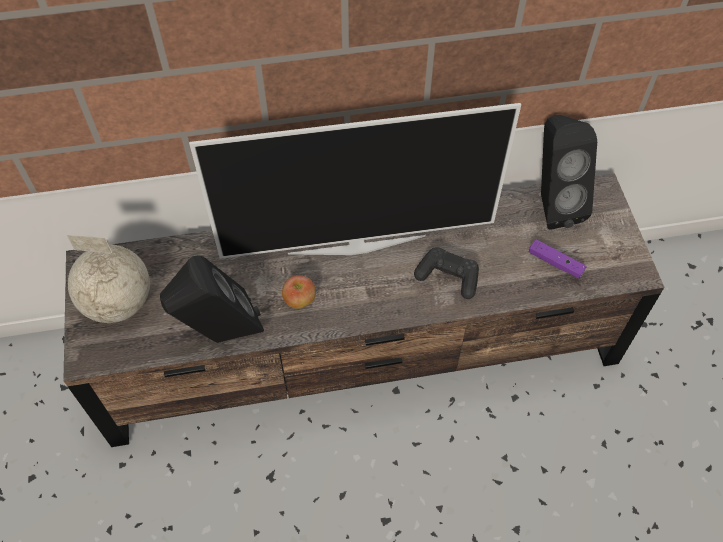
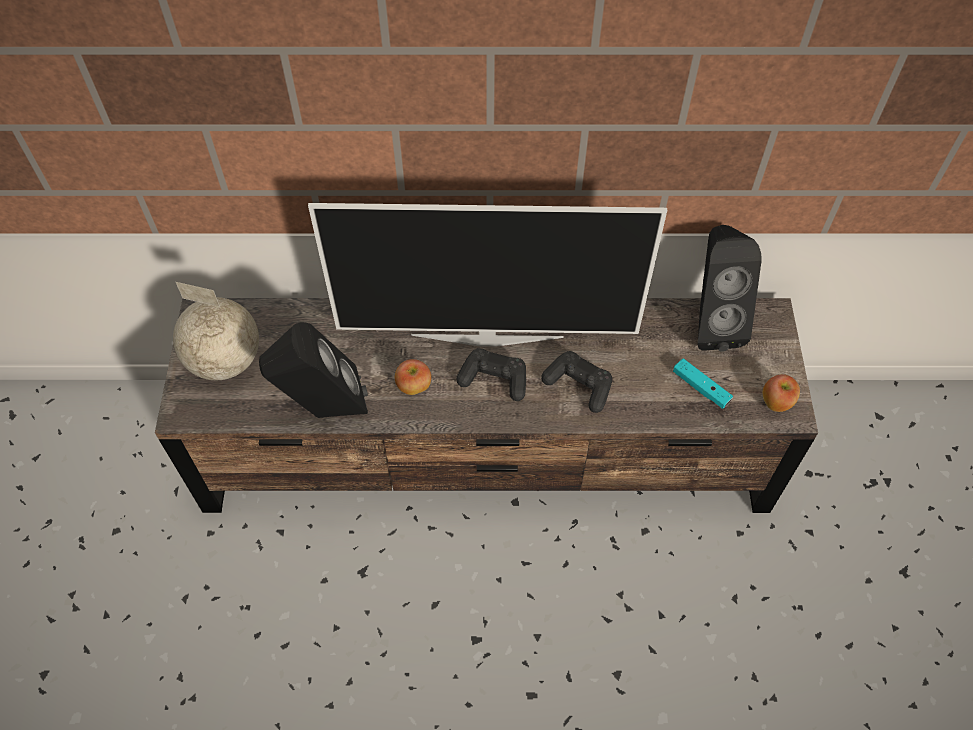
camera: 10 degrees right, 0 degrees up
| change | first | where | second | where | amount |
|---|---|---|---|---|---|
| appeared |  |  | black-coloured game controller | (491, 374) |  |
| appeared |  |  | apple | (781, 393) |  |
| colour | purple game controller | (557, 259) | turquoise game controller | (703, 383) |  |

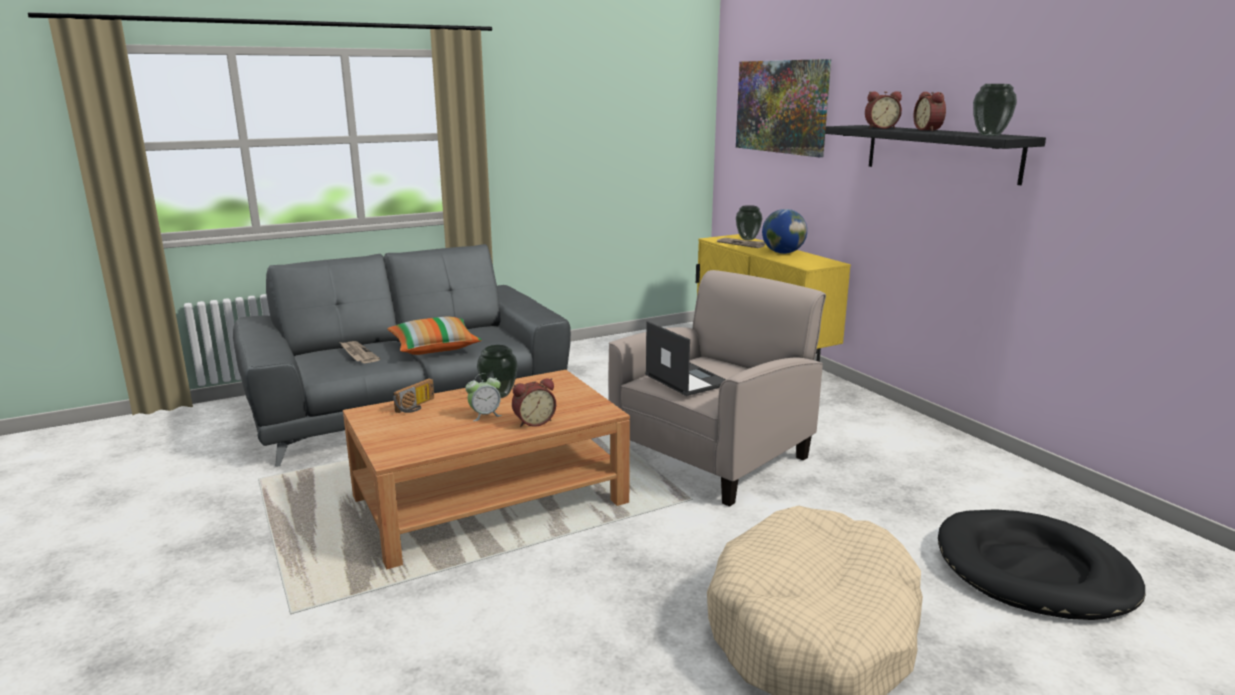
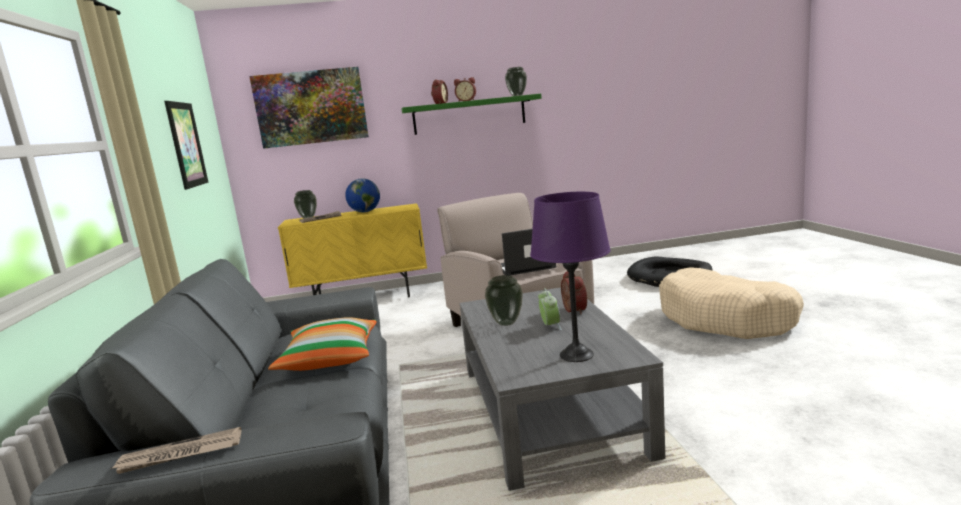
camera: 70 degrees left, 5 degrees down
| change | first | where | second | where | amount |
|---|---|---|---|---|---|
| missing | radio | (413, 395) |  |  |  |
| appeared |  |  | wall art | (186, 145) |  |
| appeared |  |  | purple tabletop lamp | (570, 277) |  |
| relocated | daily paper | (360, 352) |  | (175, 450) |  |
| colour | brown coffee table | (486, 469) | grey coffee table | (562, 389) |  |
| colour | black-coloured bracket shelf | (935, 155) | green-coloured bracket shelf | (471, 114) |  |

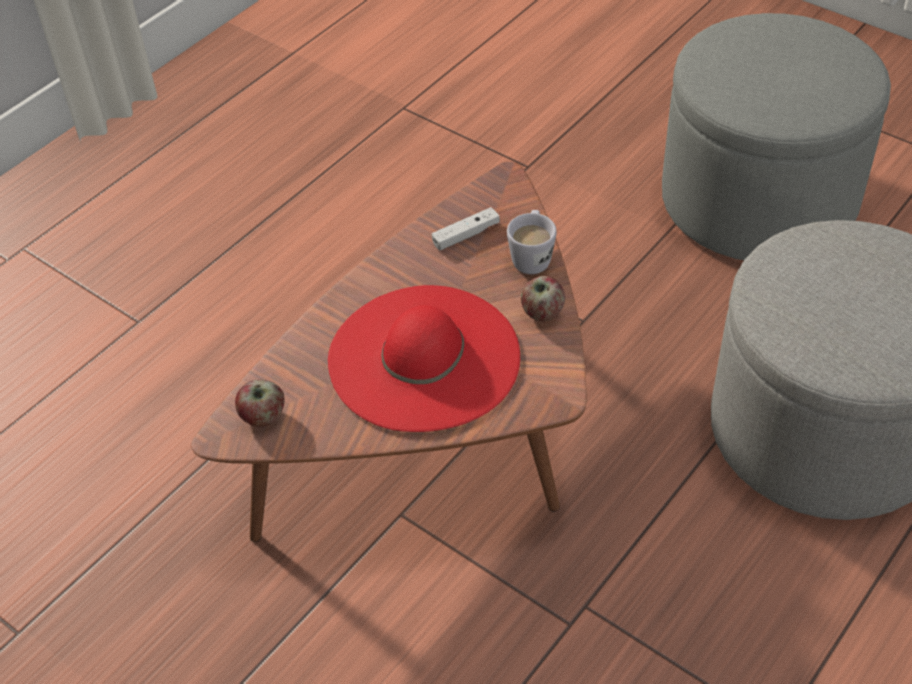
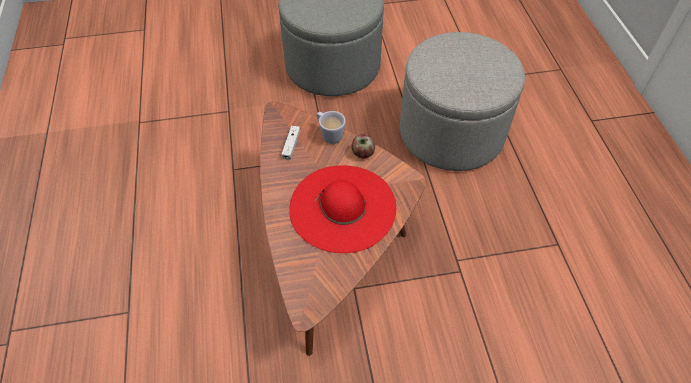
camera: 50 degrees left, 5 degrees up
| change | first | where | second | where | amount |
|---|---|---|---|---|---|
| missing | apple | (260, 403) |  |  |  |

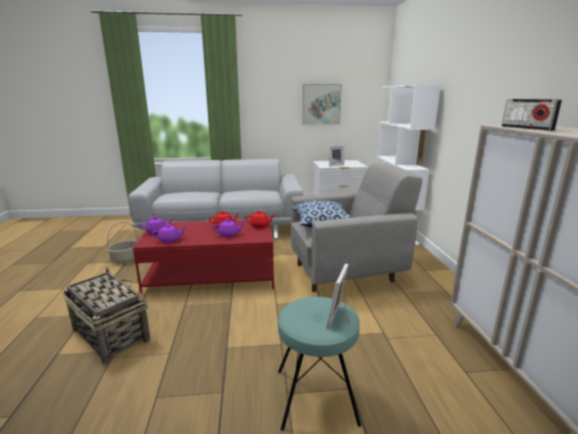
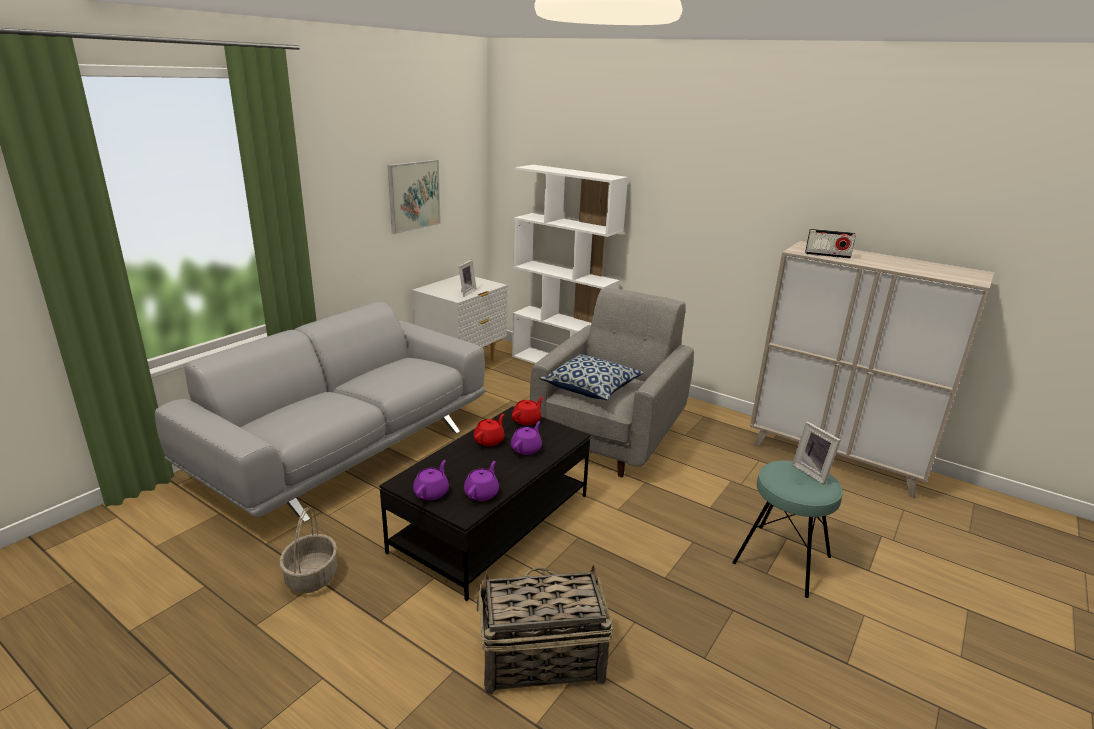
camera: 50 degrees left, 5 degrees up
| change | first | where | second | where | amount |
|---|---|---|---|---|---|
| colour | red coffee table | (203, 257) | black-coloured coffee table | (485, 503) |  |

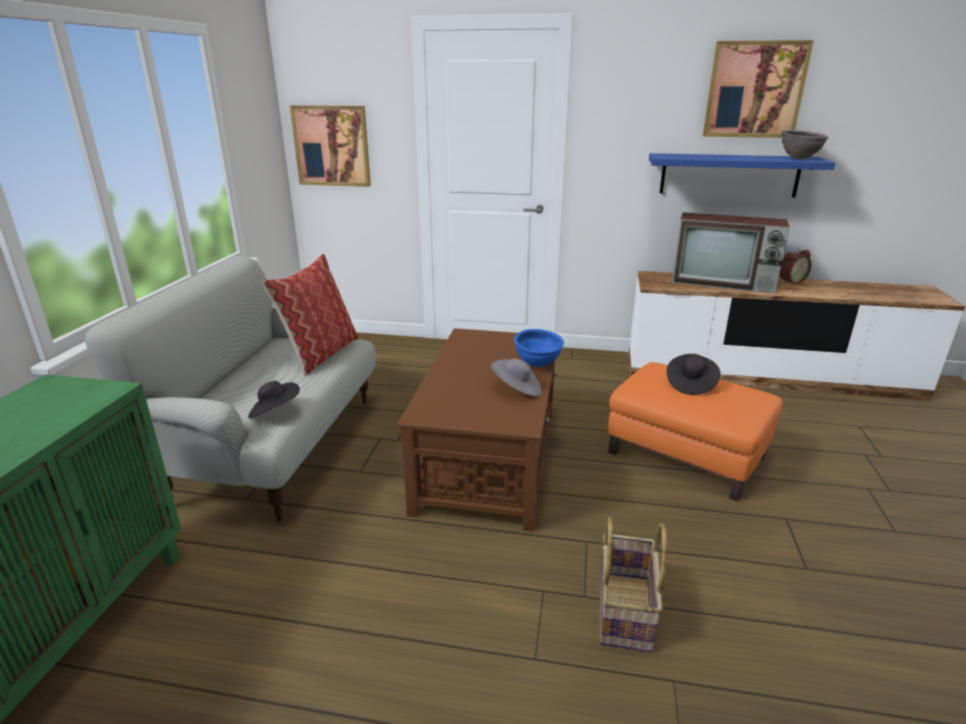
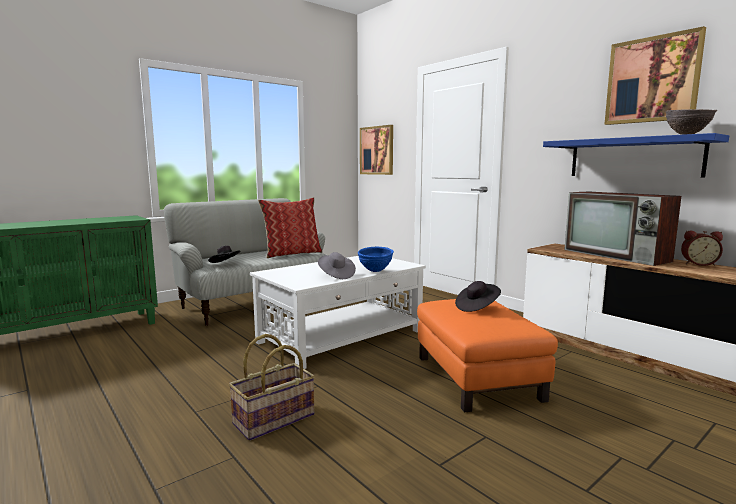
camera: 40 degrees right, 15 degrees down
| change | first | where | second | where | amount |
|---|---|---|---|---|---|
| colour | brown coffee table | (477, 430) | white-coloured coffee table | (338, 312) |  |

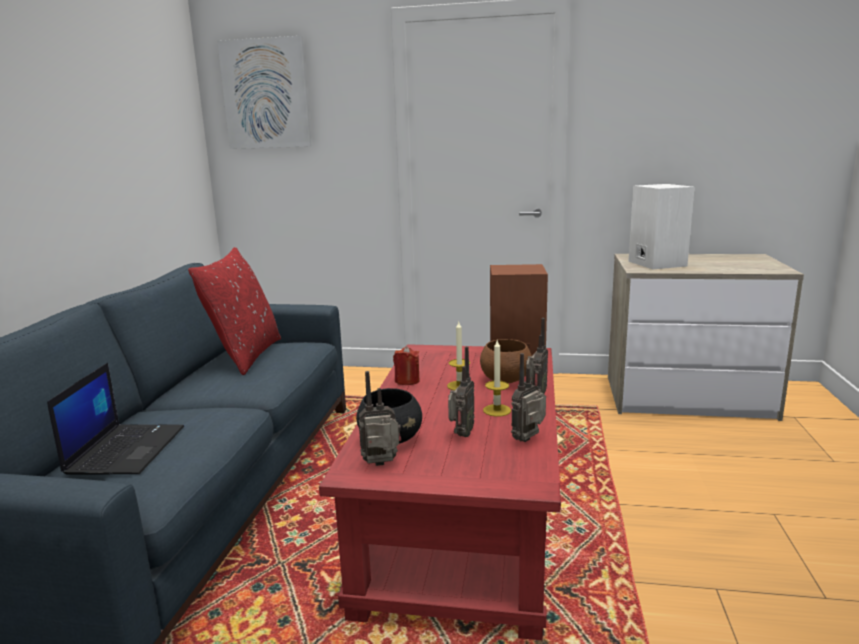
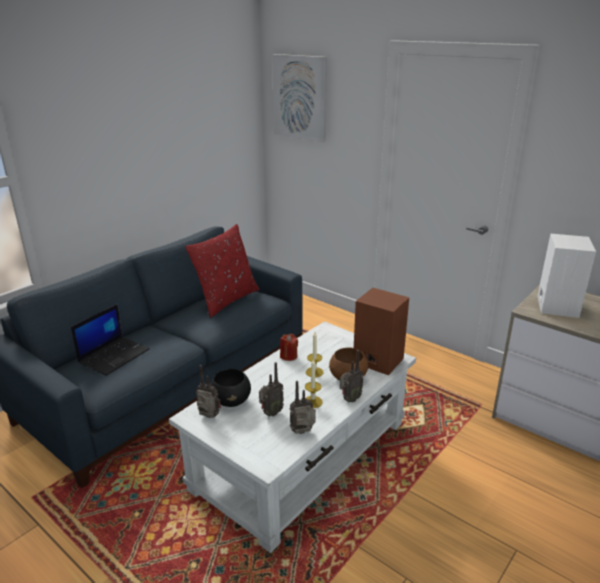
camera: 30 degrees right, 10 degrees up
| change | first | where | second | where | amount |
|---|---|---|---|---|---|
| colour | red coffee table | (440, 492) | white-coloured coffee table | (292, 437) |  |

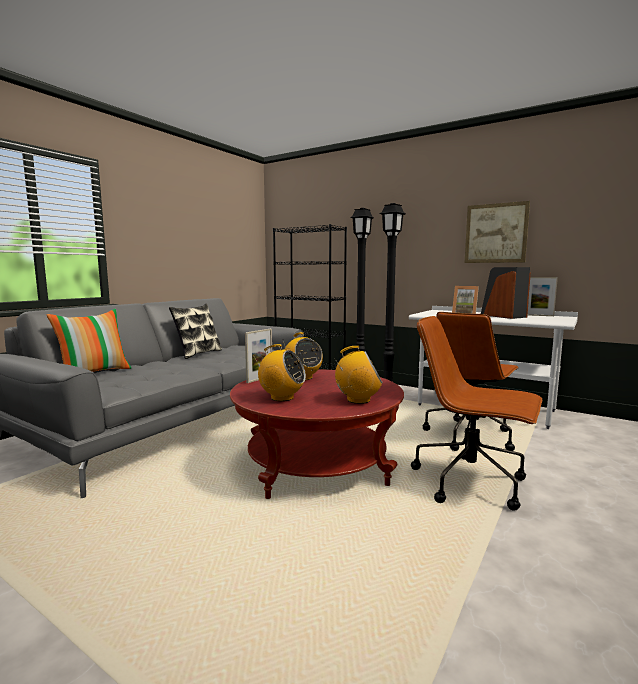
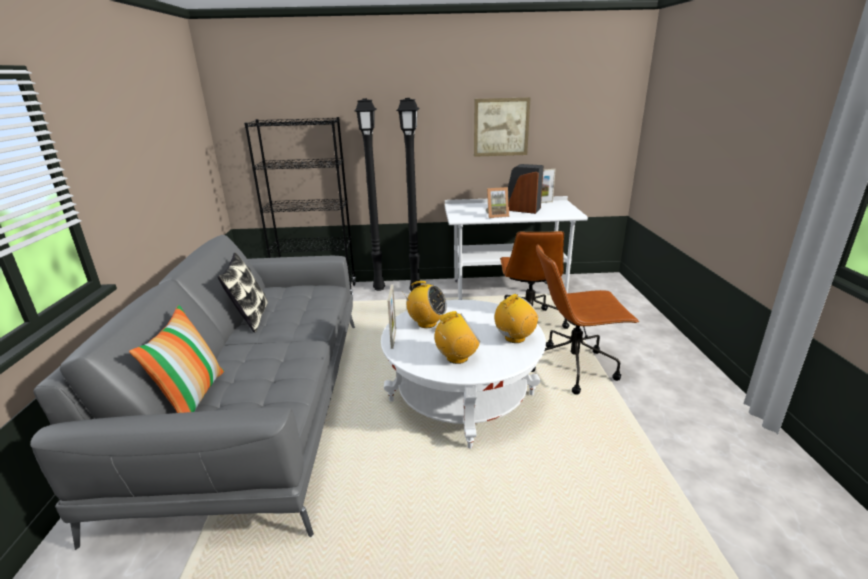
camera: 35 degrees left, 15 degrees up
| change | first | where | second | where | amount |
|---|---|---|---|---|---|
| colour | red coffee table | (317, 434) | white-coloured coffee table | (463, 374) |  |

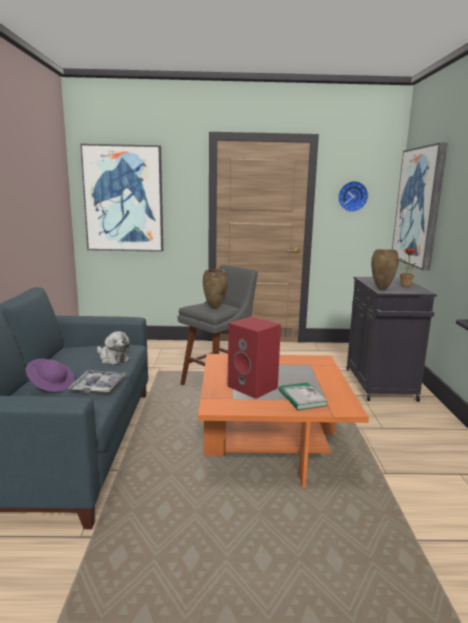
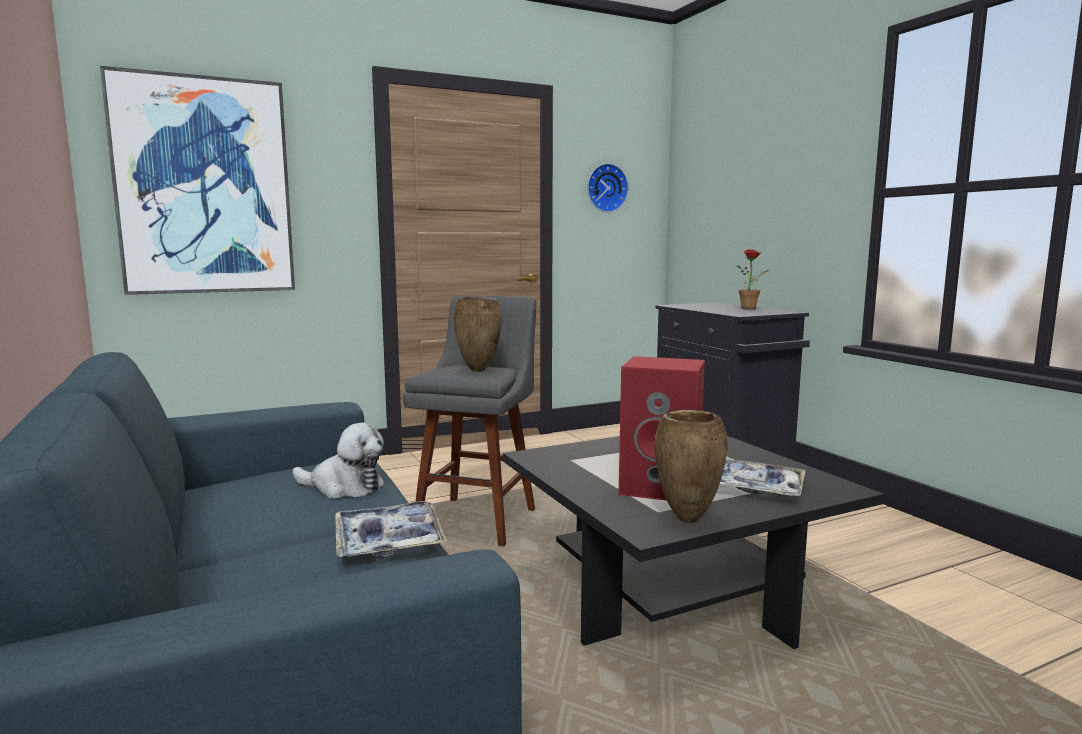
camera: 25 degrees left, 5 degrees down
| change | first | where | second | where | amount |
|---|---|---|---|---|---|
| missing | purple hat | (50, 375) |  |  |  |
| missing | wall art | (420, 207) |  |  |  |
| relocated | brown vase | (385, 269) |  | (691, 466) |  |
| exchanged | bound book | (303, 396) | carrying tray | (763, 478) |  |
| colour | orangey coffee table | (283, 421) | black-coloured coffee table | (693, 542) |  |

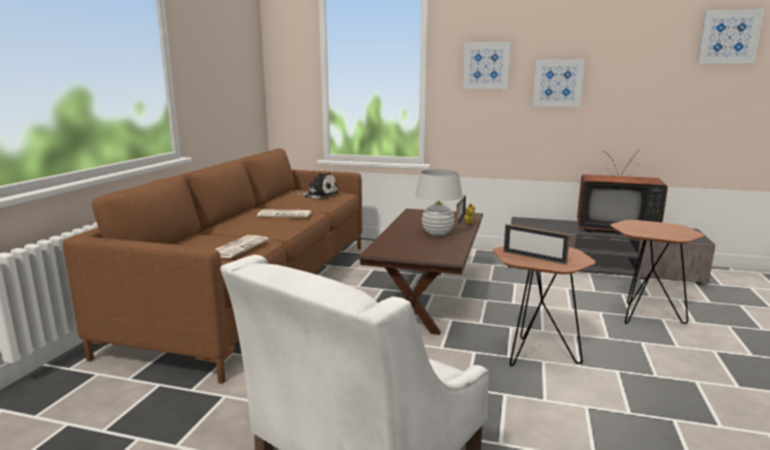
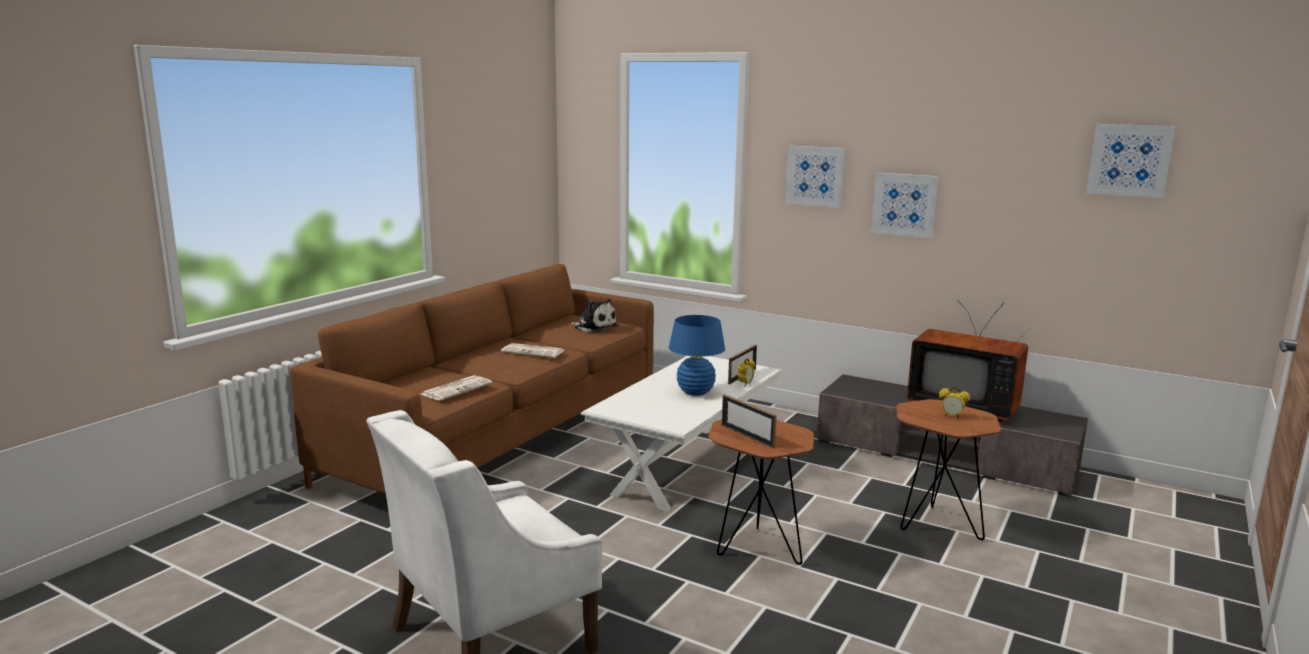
camera: 15 degrees right, 0 degrees up
| change | first | where | second | where | amount |
|---|---|---|---|---|---|
| appeared |  |  | table clock | (954, 402) |  |
| colour | brown coffee table | (420, 272) | white-coloured coffee table | (681, 433) |  |
| colour | white-coloured tabletop lamp | (439, 202) | blue tabletop lamp | (697, 355) |  |

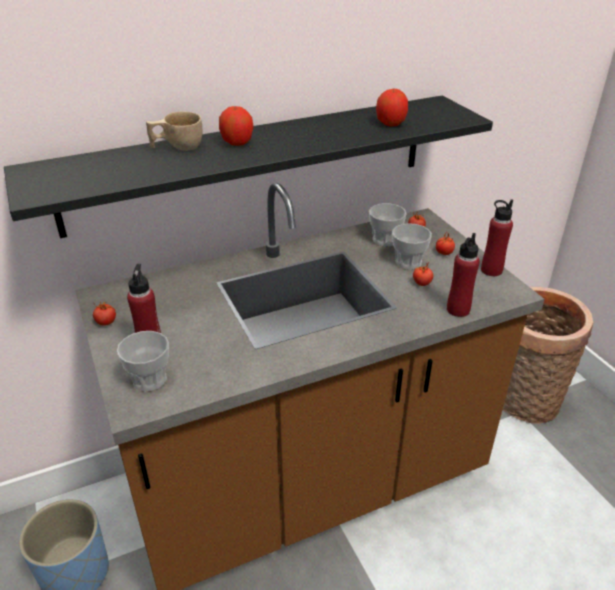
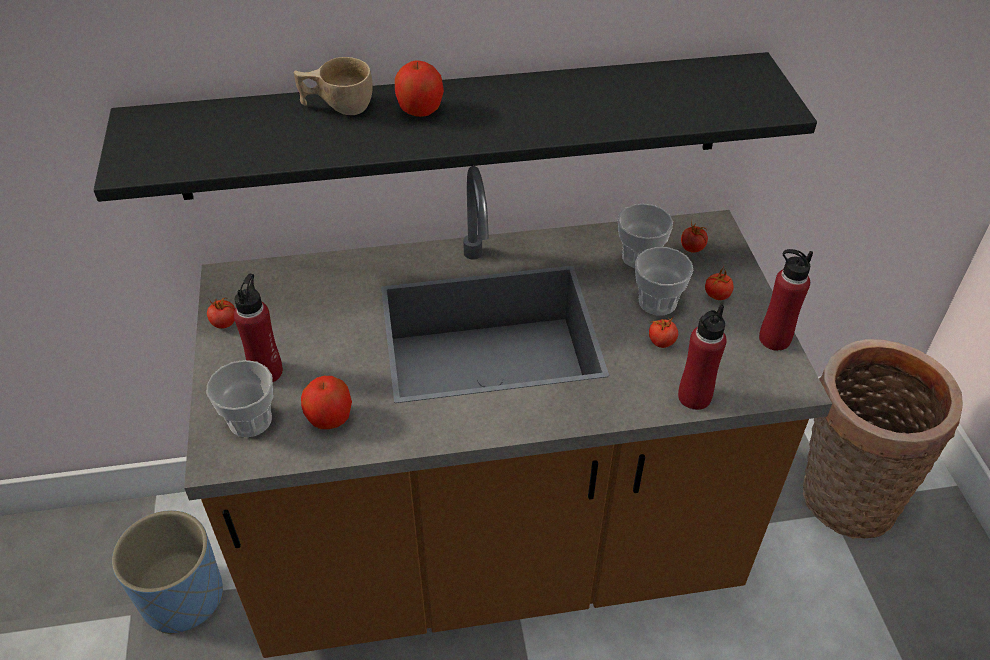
camera: 15 degrees right, 10 degrees up
| change | first | where | second | where | amount |
|---|---|---|---|---|---|
| relocated | apple | (392, 108) |  | (326, 402) |  |

